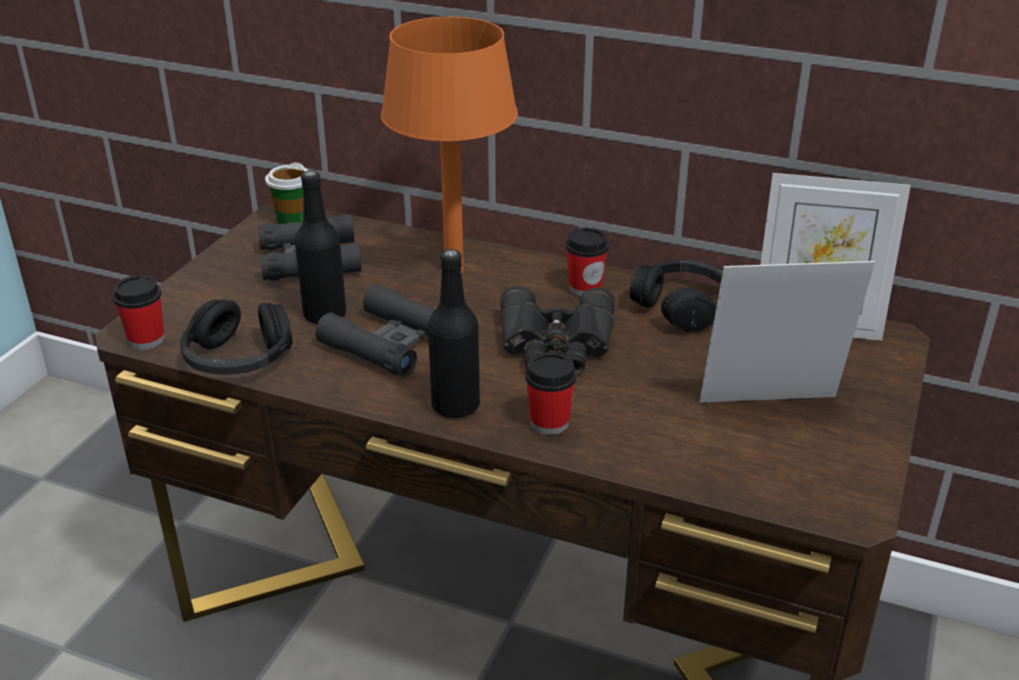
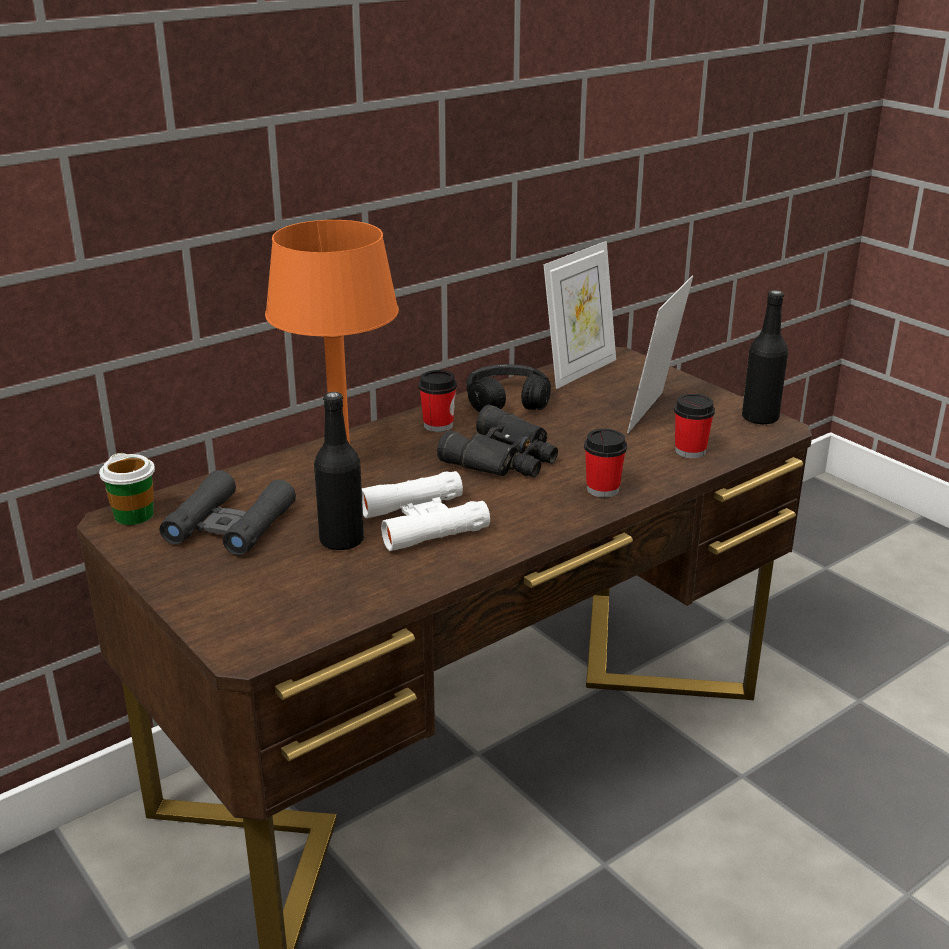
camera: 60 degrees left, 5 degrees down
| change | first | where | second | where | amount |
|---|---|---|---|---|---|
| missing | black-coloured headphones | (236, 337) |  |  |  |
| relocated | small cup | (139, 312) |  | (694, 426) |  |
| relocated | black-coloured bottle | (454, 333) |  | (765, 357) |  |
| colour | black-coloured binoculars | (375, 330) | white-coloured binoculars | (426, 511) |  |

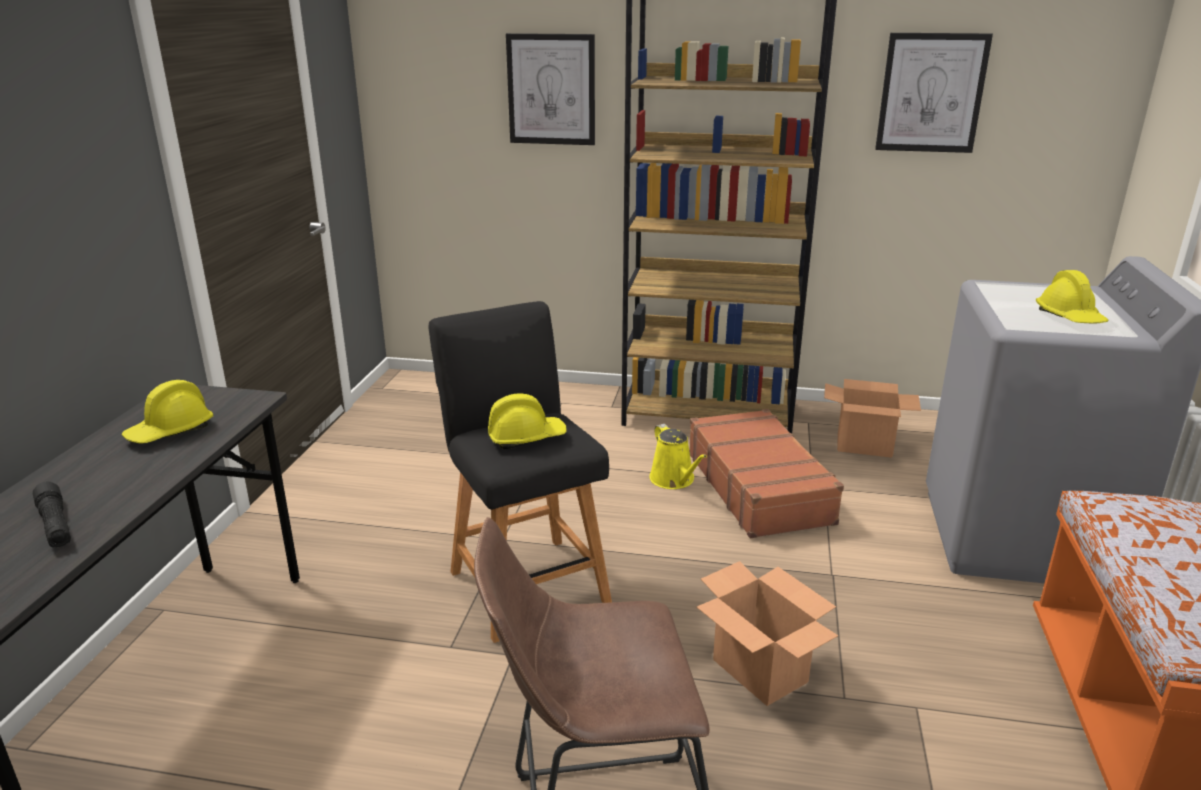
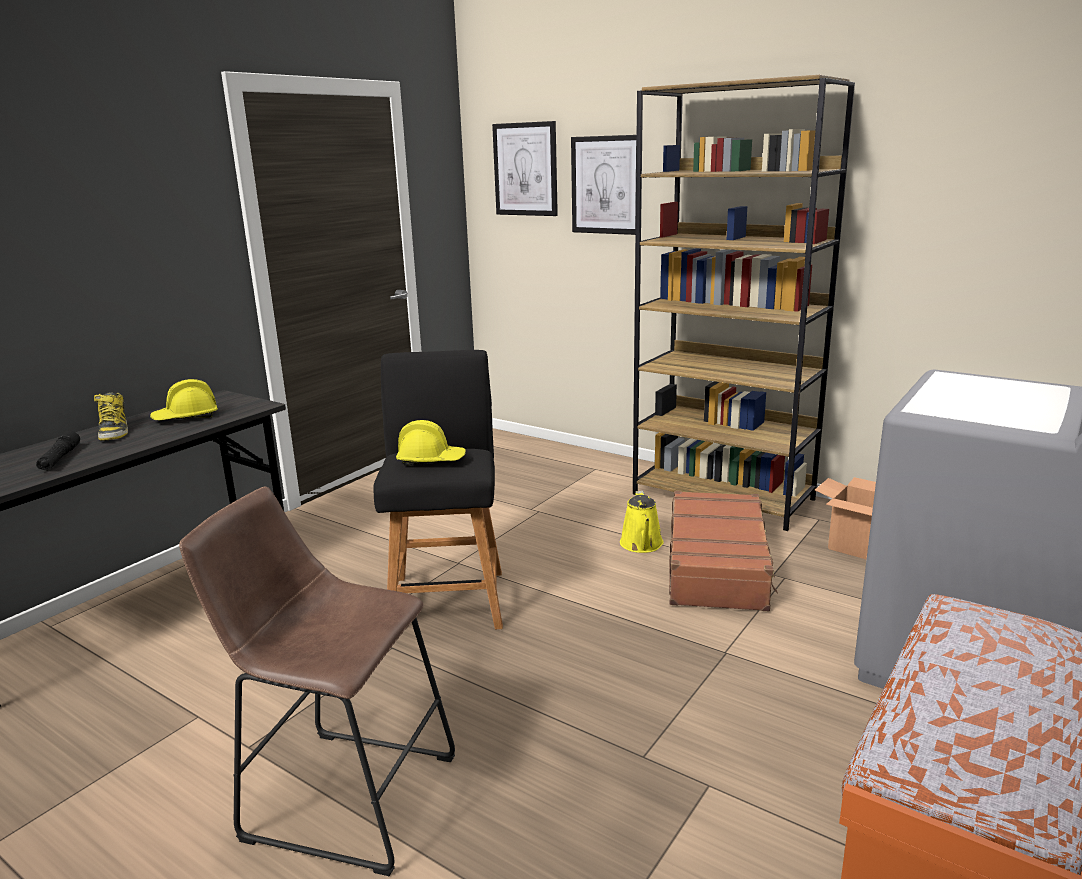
camera: 25 degrees right, 5 degrees down
| change | first | where | second | where | amount |
|---|---|---|---|---|---|
| missing | carton | (767, 633) |  |  |  |
| missing | yellowish hard hat | (1072, 297) |  |  |  |
| appeared |  |  | tall boot | (111, 416) |  |
| relocated | wall art | (934, 93) |  | (525, 168) |  |

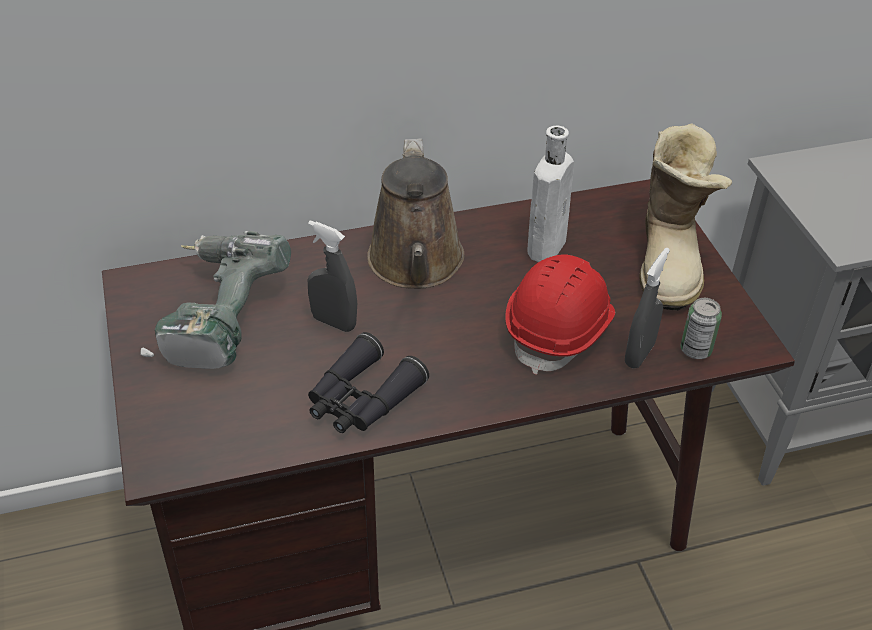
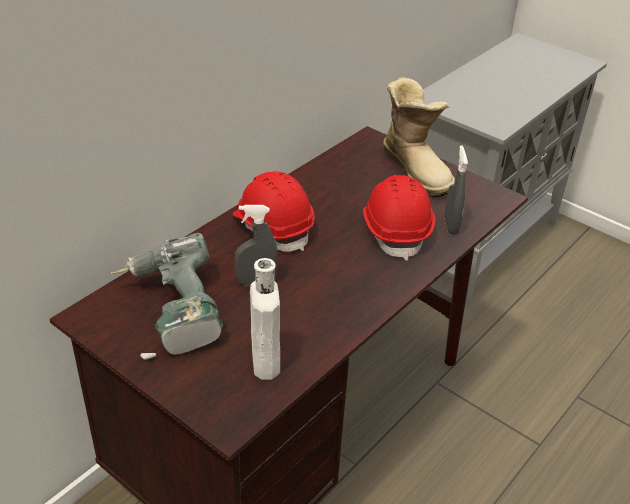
camera: 35 degrees left, 5 degrees down
| change | first | where | second | where | amount |
|---|---|---|---|---|---|
| missing | black-coloured binoculars | (368, 382) |  |  |  |
| missing | sealed can | (701, 328) |  |  |  |
| relocated | white-coloured bottle | (550, 194) |  | (265, 319) |  |
| exchanged | brown sprinkling can | (415, 213) | red hard hat | (274, 211) |  |

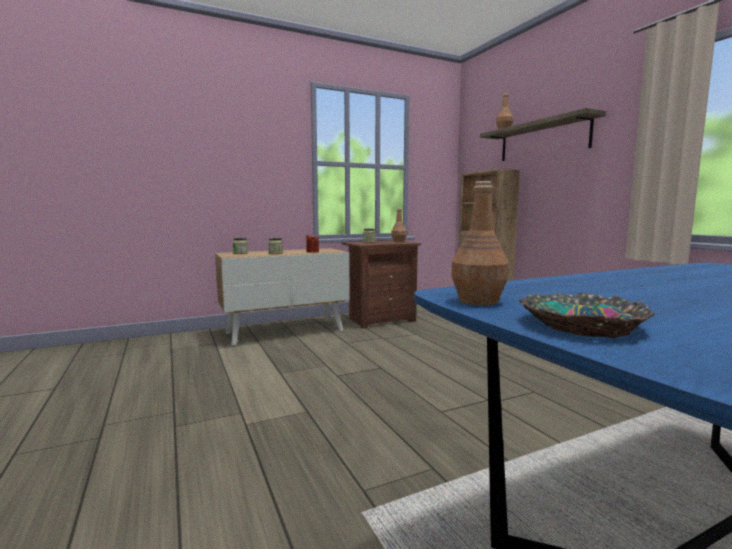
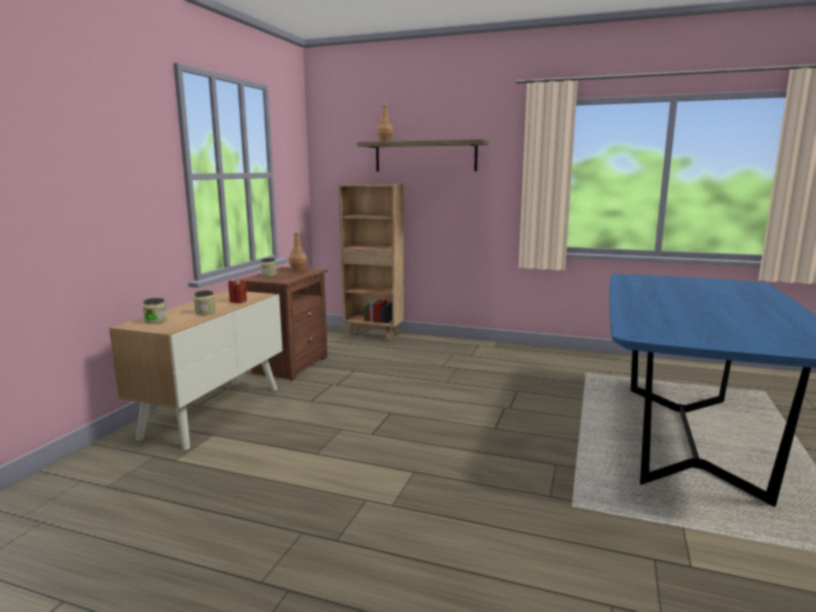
camera: 45 degrees left, 5 degrees up
| change | first | where | second | where | amount |
|---|---|---|---|---|---|
| missing | brown bottle | (480, 243) |  |  |  |
| missing | bowl | (587, 315) |  |  |  |

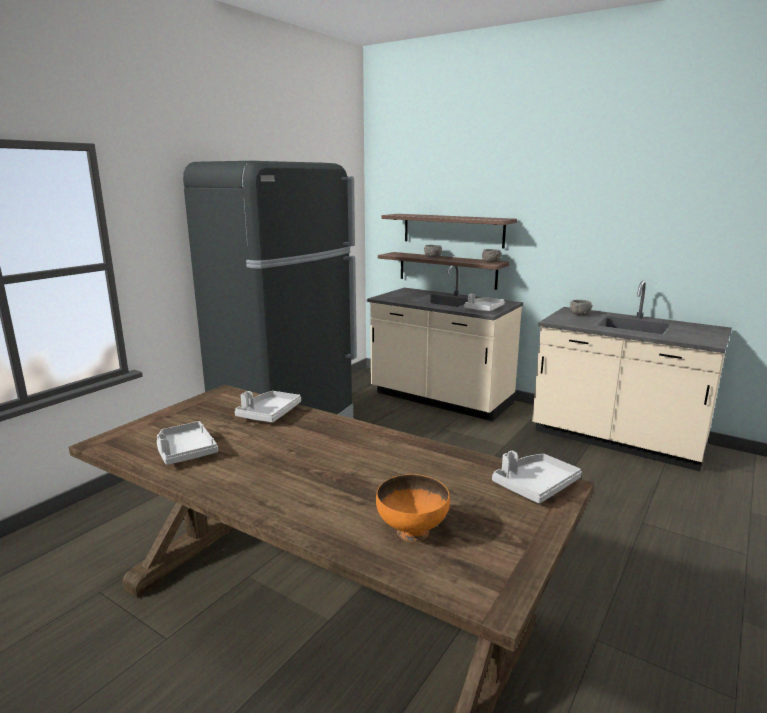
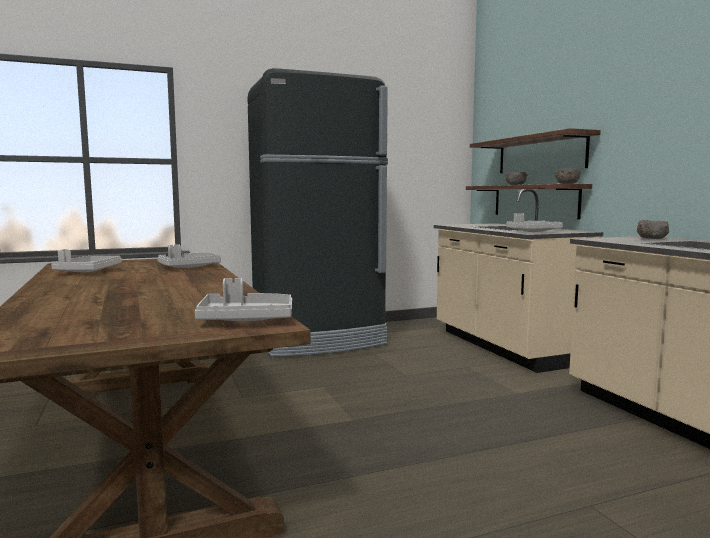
camera: 35 degrees right, 10 degrees down
| change | first | where | second | where | amount |
|---|---|---|---|---|---|
| missing | orangey bowl | (413, 508) |  |  |  |

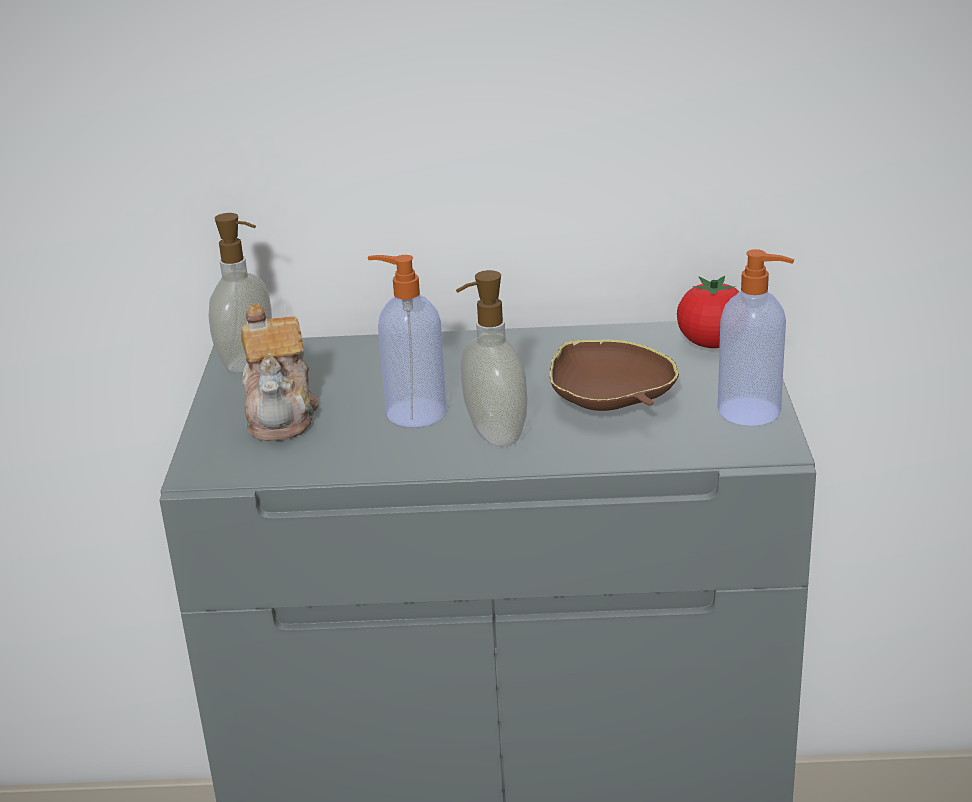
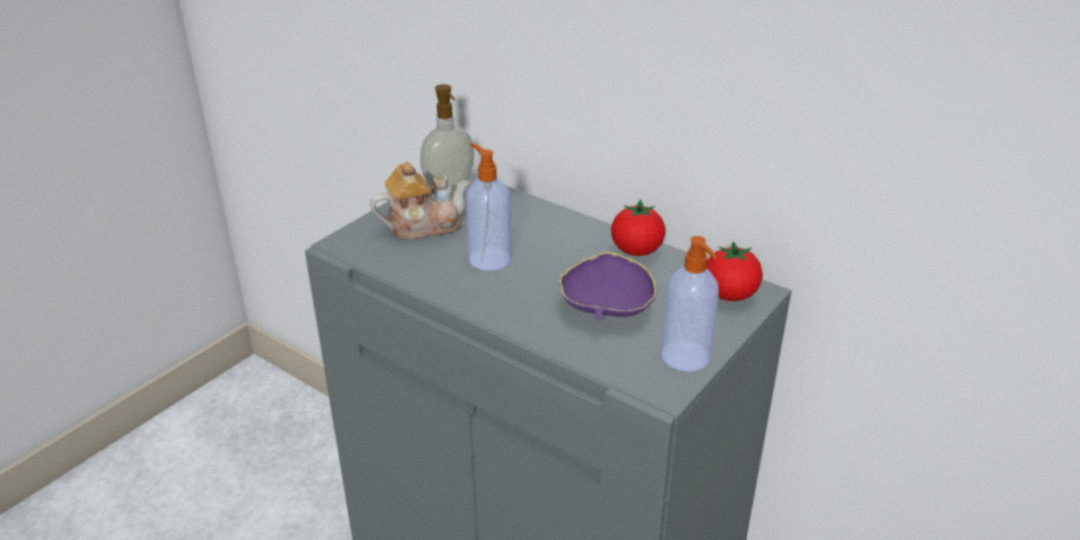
camera: 35 degrees right, 5 degrees up
| change | first | where | second | where | amount |
|---|---|---|---|---|---|
| missing | soap dispenser | (491, 358) |  |  |  |
| appeared |  |  | fresh tomato | (638, 227) |  |
| colour | brown bowl | (614, 375) | purple bowl | (608, 286) |  |
| spun | tea pot | (280, 372) |  | (420, 201) | 135 degrees counterclockwise |

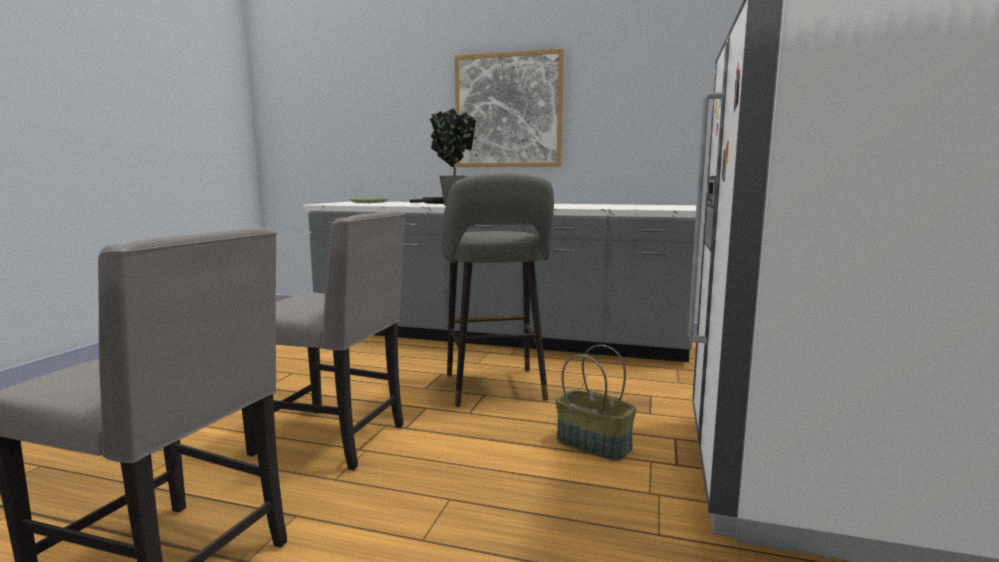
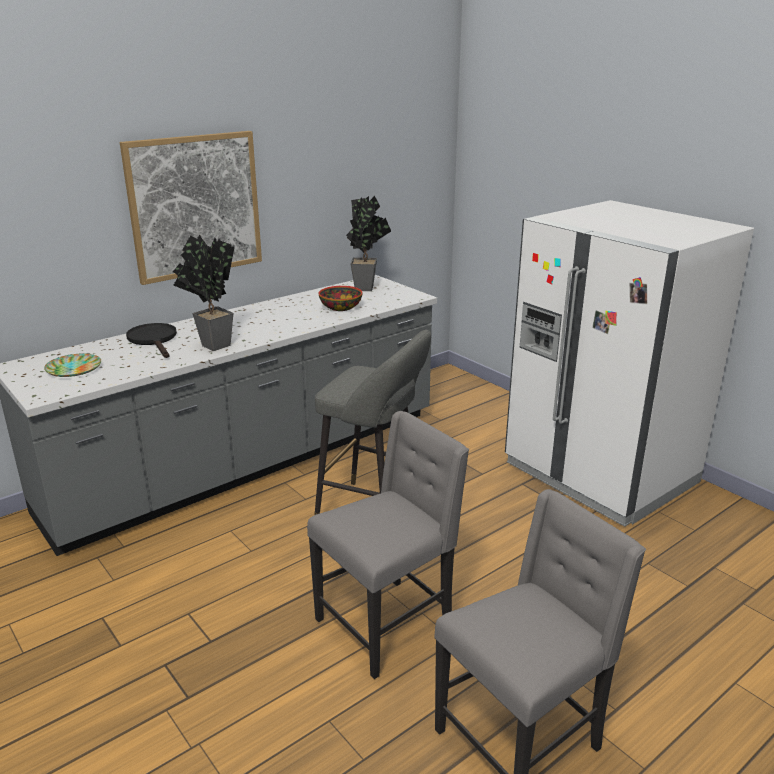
camera: 55 degrees left, 15 degrees up
| change | first | where | second | where | amount |
|---|---|---|---|---|---|
| missing | basket | (595, 403) |  |  |  |
| appeared |  |  | bowl | (340, 298) |  |
| appeared |  |  | potted plant | (368, 243) |  |

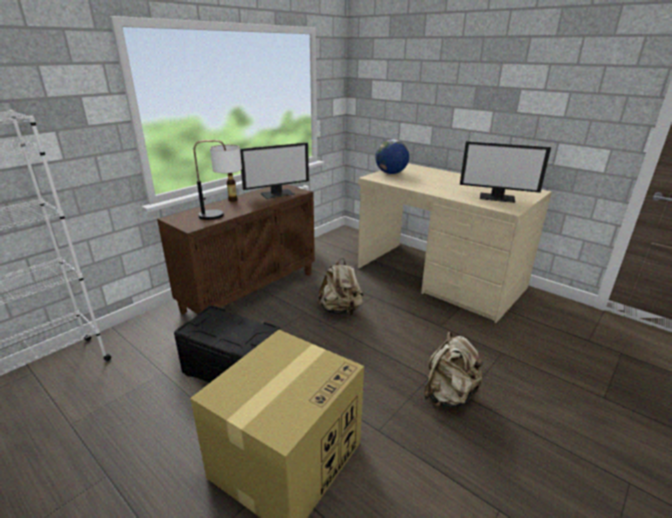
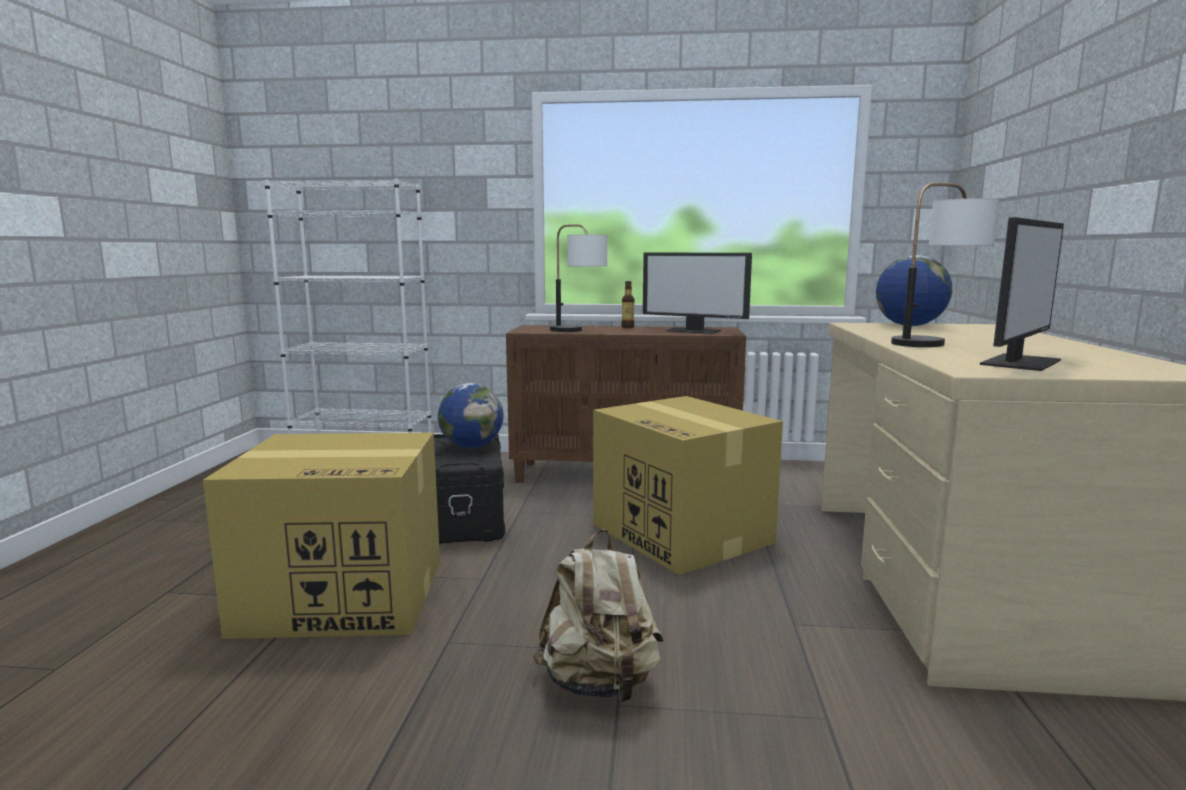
camera: 55 degrees right, 15 degrees down
| change | first | where | second | where | amount |
|---|---|---|---|---|---|
| appeared |  |  | globe | (471, 415) |  |
| appeared |  |  | tabletop lamp | (945, 265) |  |
| exchanged | beige-coloured backpack | (340, 287) | carton | (688, 485) |  |
| spun | computer display | (505, 172) |  | (1022, 294) | 120 degrees counterclockwise |

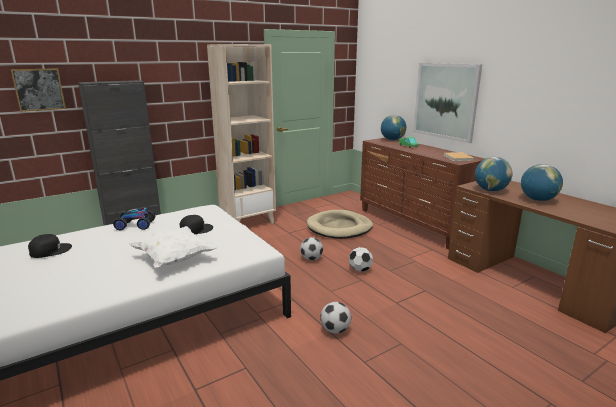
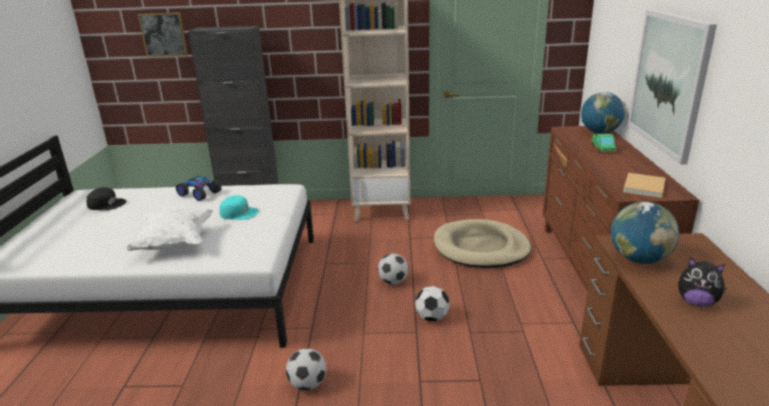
camera: 35 degrees right, 5 degrees up
| change | first | where | second | where | amount |
|---|---|---|---|---|---|
| exchanged | globe | (542, 182) | plush toy | (702, 281) |  |
| colour | black-coloured baseball cap | (196, 224) | turquoise baseball cap | (239, 207) |  |

